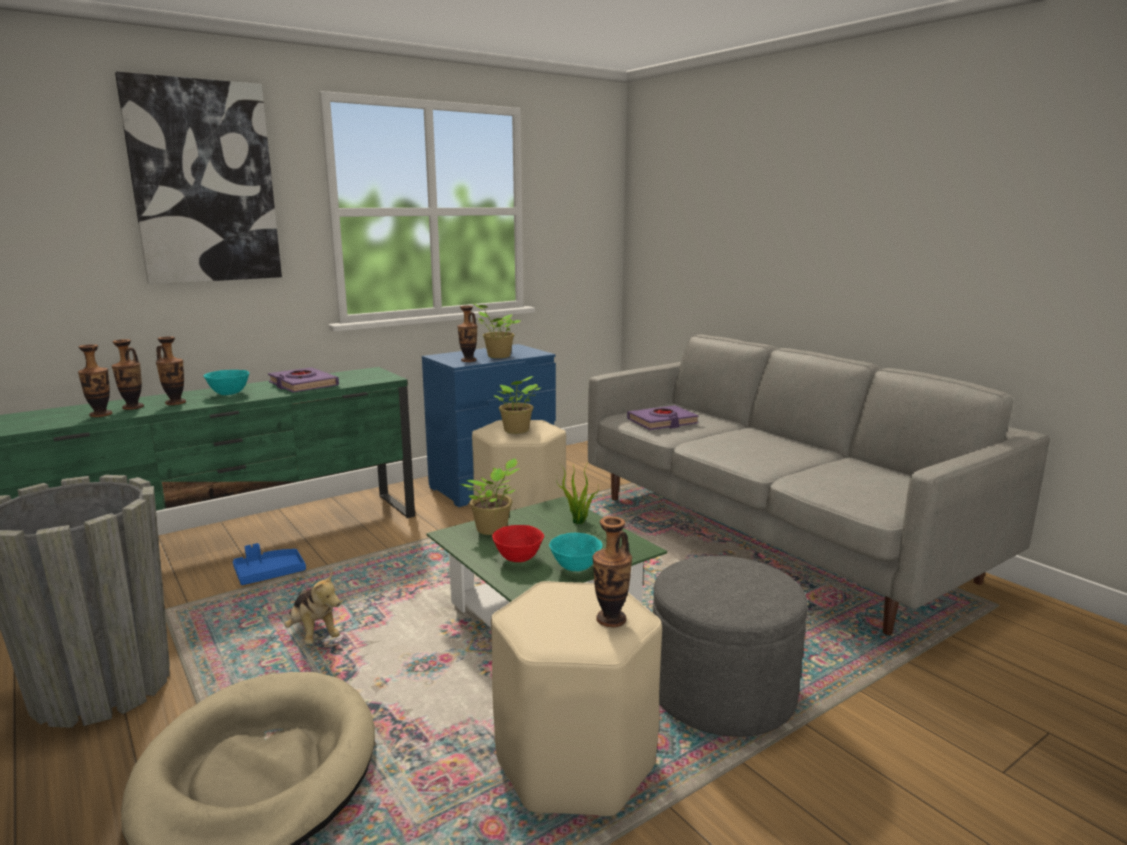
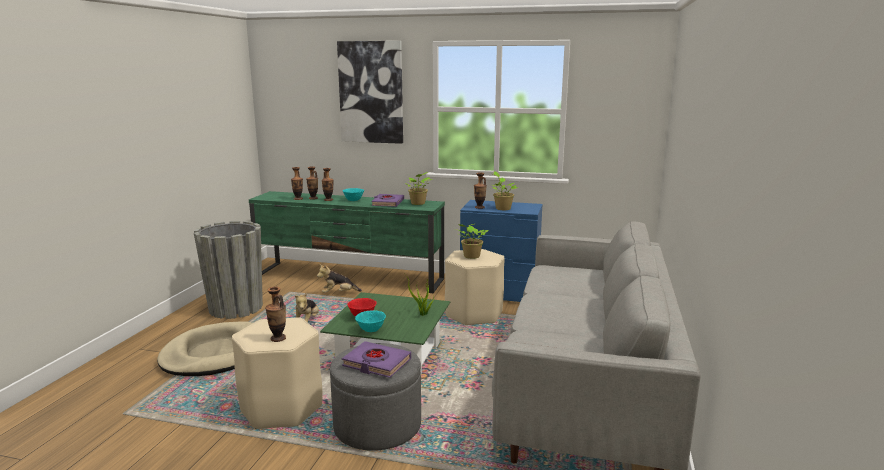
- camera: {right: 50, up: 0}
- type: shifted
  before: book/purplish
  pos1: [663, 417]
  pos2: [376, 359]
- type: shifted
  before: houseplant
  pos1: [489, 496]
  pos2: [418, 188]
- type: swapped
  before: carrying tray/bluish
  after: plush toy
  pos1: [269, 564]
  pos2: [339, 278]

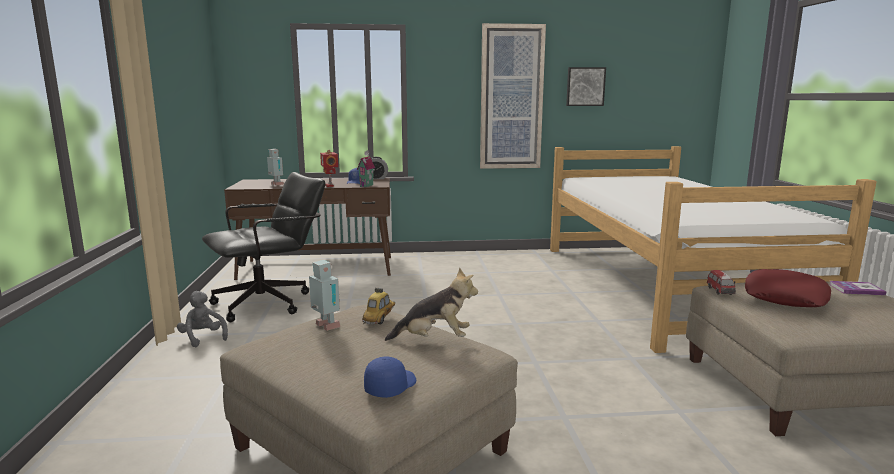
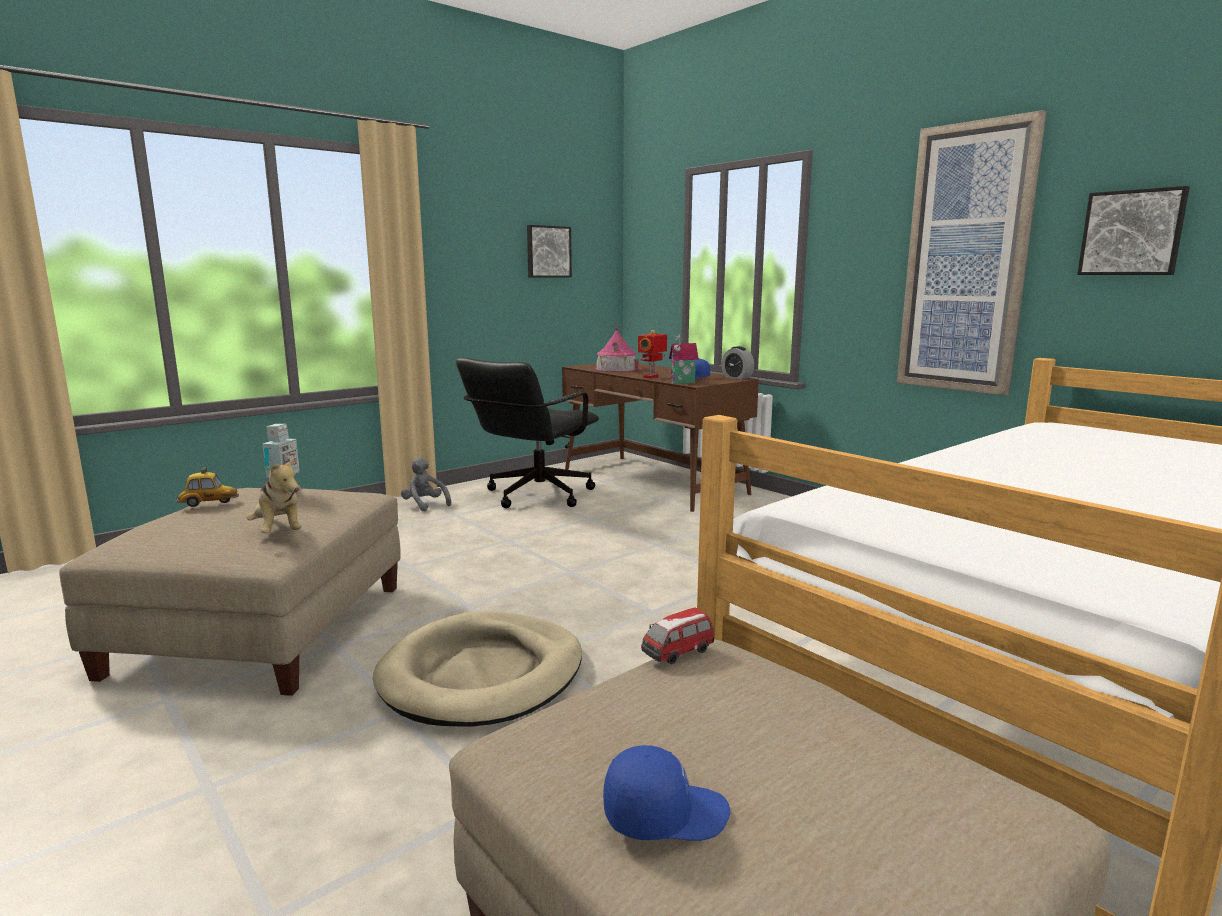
- camera: {right: 55, up: 0}
- type: swapped
  before: toy robot
  after: miniature house
  pos1: [275, 167]
  pos2: [618, 349]
- type: rotated
  before: office chair/black
  pos1: [263, 247]
  pos2: [527, 433]
  turn: 105
- type: gone
  before: pillow/red-coloured
  pos1: [788, 288]
- type: gone
  before: book
  pos1: [857, 288]
- type: shifted
  before: miniature car
  pos1: [378, 306]
  pos2: [207, 487]
- type: rotated
  before: plush toy/greyish
  pos1: [202, 319]
  pos2: [426, 484]
  turn: -60
- type: shifted
  before: baseball cap/bluish
  pos1: [390, 377]
  pos2: [666, 793]
- type: new
  after: wall art
  pos2: [549, 251]
- type: new
  after: dog bed/beige-coloured
  pos2: [477, 669]

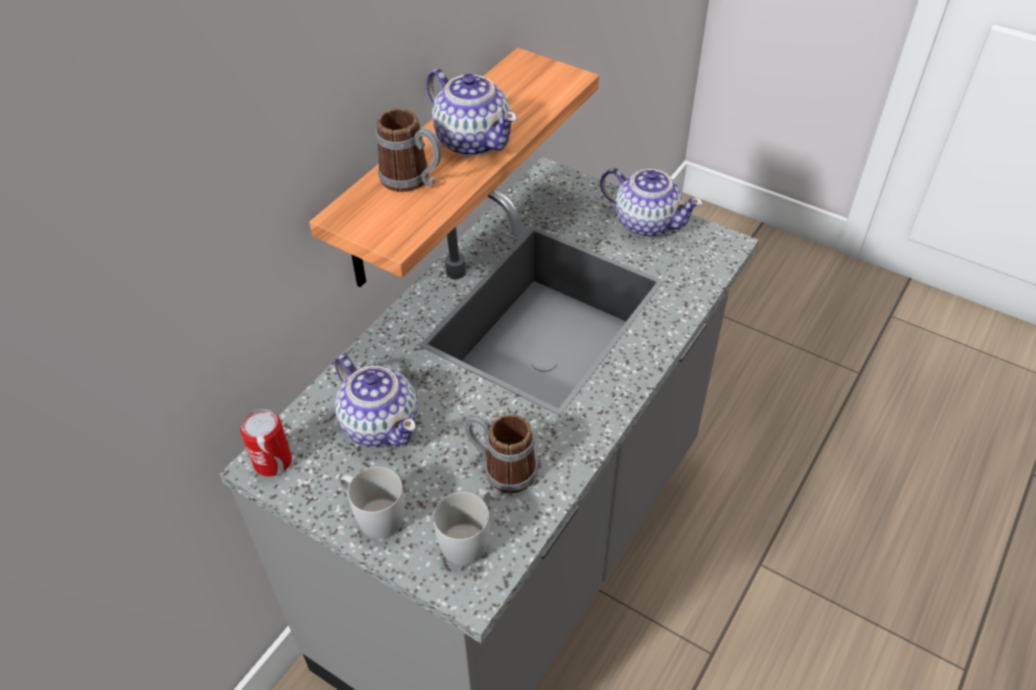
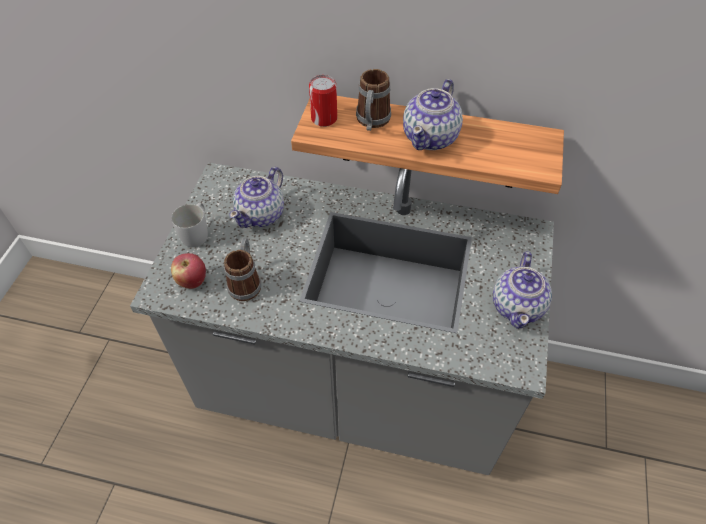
- camera: {right: 70, up: 5}
- type: shifted
  before: can
  pos1: [266, 443]
  pos2: [323, 101]
- type: swapped
  before: coffee mug/whitish
  after: apple fruit
  pos1: [461, 527]
  pos2: [188, 271]

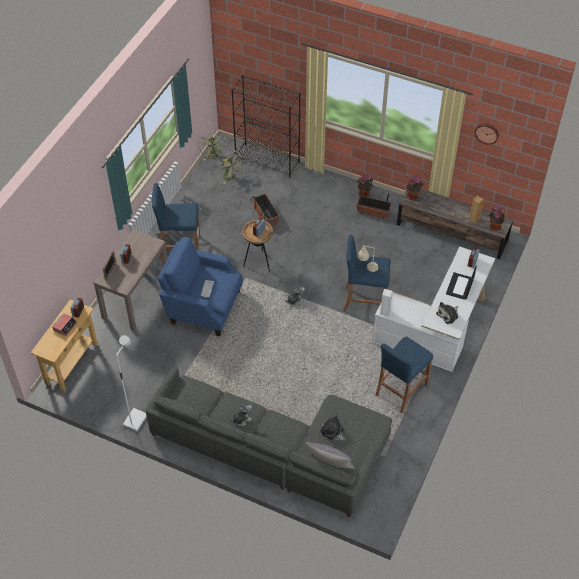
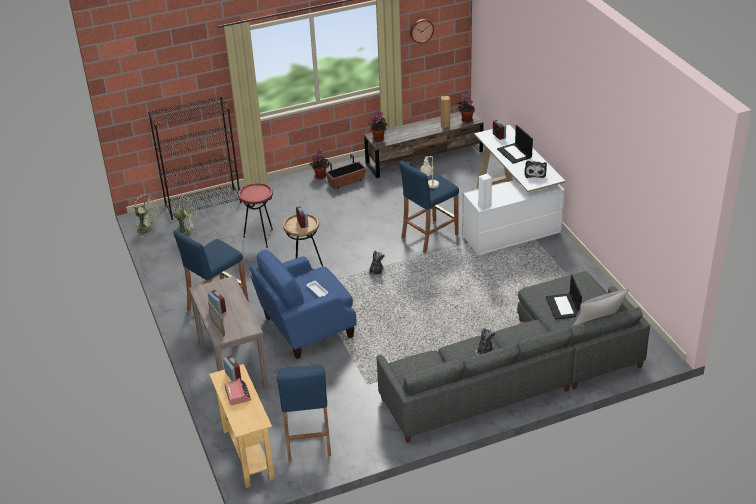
- camera: {right: -45, up: -15}
- type: swapped
  before: flower pot
  after: end table/red-coloured
  pos1: [265, 209]
  pos2: [255, 215]
- type: gone
  before: standing lamp/whitish
  pos1: [131, 383]
- type: shifted
  before: stool seat/bluish
  pos1: [404, 374]
  pos2: [304, 413]
- type: swapped
  before: plush toy
  after: laptop
  pos1: [332, 428]
  pos2: [564, 297]

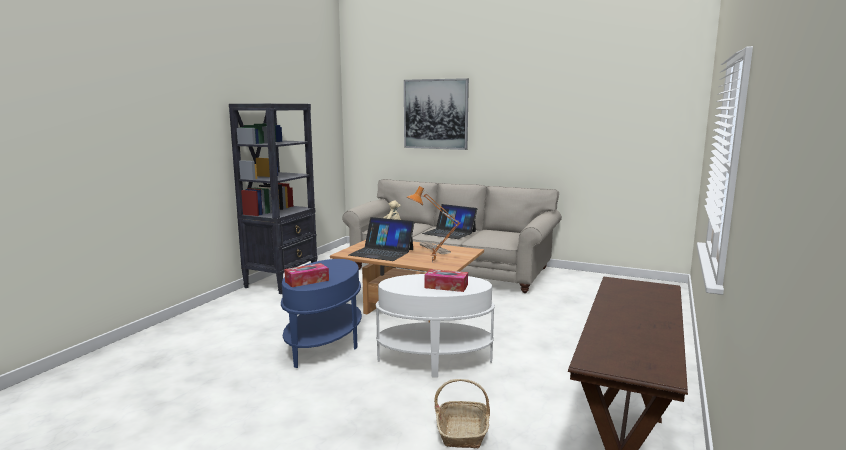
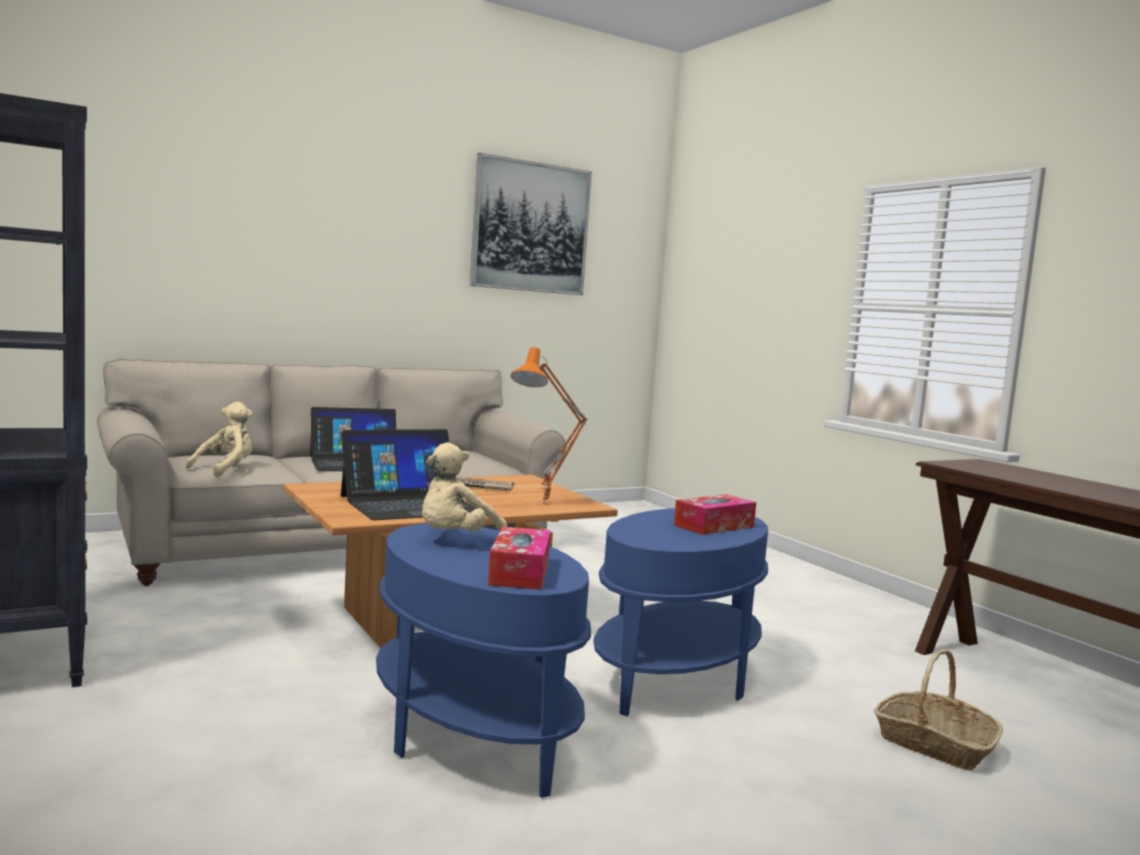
- camera: {right: -55, up: -5}
- type: shifted
  before: wall art
  pos1: [436, 114]
  pos2: [531, 224]
- type: repainted
  before: end table/whitish
  after: end table/bluish
  pos1: [435, 325]
  pos2: [681, 612]
- type: new
  after: plush toy/beige-coloured
  pos2: [464, 487]

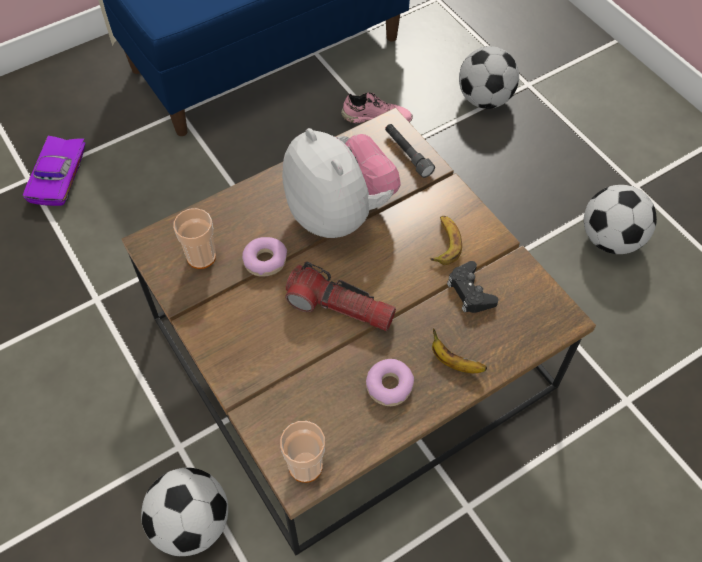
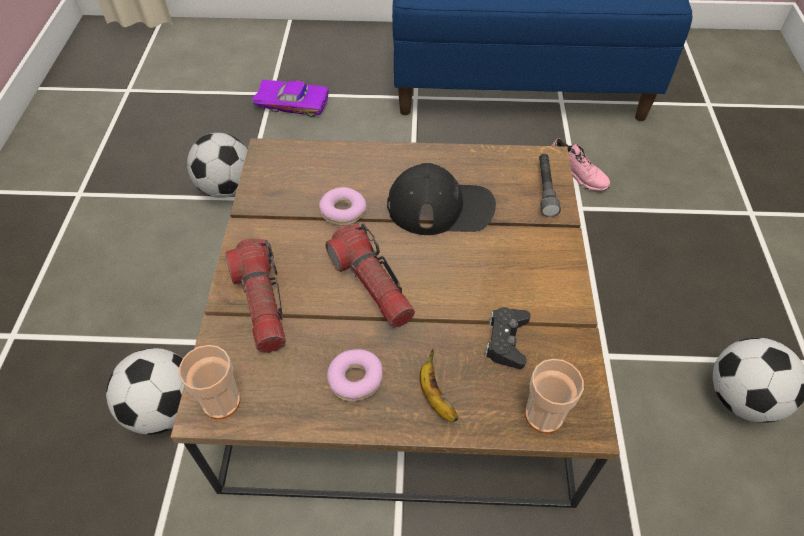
- camera: {right: 35, up: -5}
- type: shifted
  before: football ball
  pos1: [489, 77]
  pos2: [217, 165]
- type: swapped
  before: plush toy
  after: baseball cap/black
  pos1: [341, 183]
  pos2: [441, 199]
- type: rotated
  before: miniature car/purplish
  pos1: [54, 171]
  pos2: [290, 98]
  turn: -120
- type: shifted
  before: drinking cup
  pos1: [194, 238]
  pos2: [554, 396]
- type: gone
  before: whole banana
  pos1: [446, 240]
- type: new
  after: torch
  pos2: [255, 295]

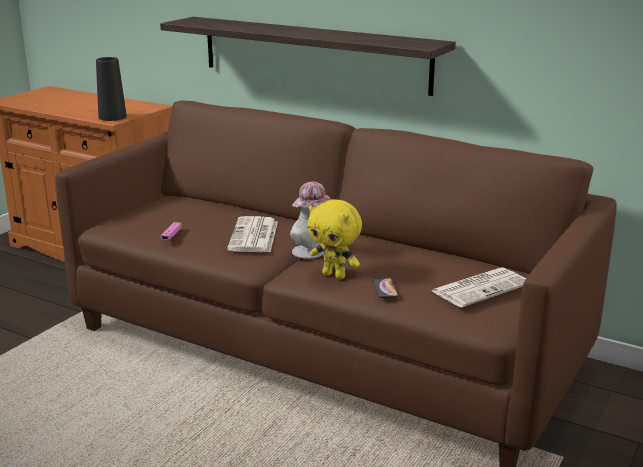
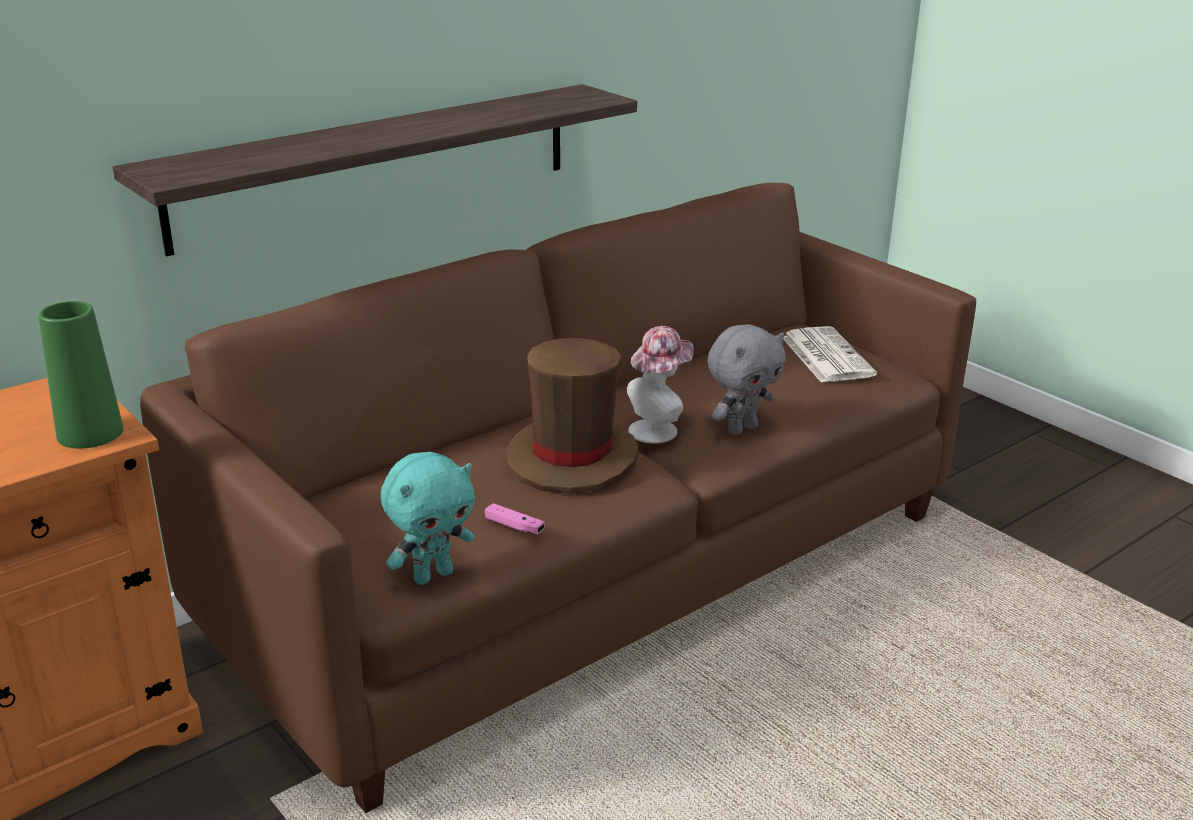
- camera: {right: -70, up: 5}
- type: repainted
  before: decorative vase/black
  after: decorative vase/greenish
  pos1: [111, 89]
  pos2: [81, 375]
- type: repainted
  before: plush toy/yellow-coloured
  after: plush toy/greyish
  pos1: [334, 239]
  pos2: [747, 379]
- type: swapped
  before: printed paper
  after: clothing hat/brownish
  pos1: [252, 234]
  pos2: [572, 416]
- type: gone
  before: telephone
  pos1: [386, 288]
- type: new
  after: plush toy/turquoise
  pos2: [428, 518]

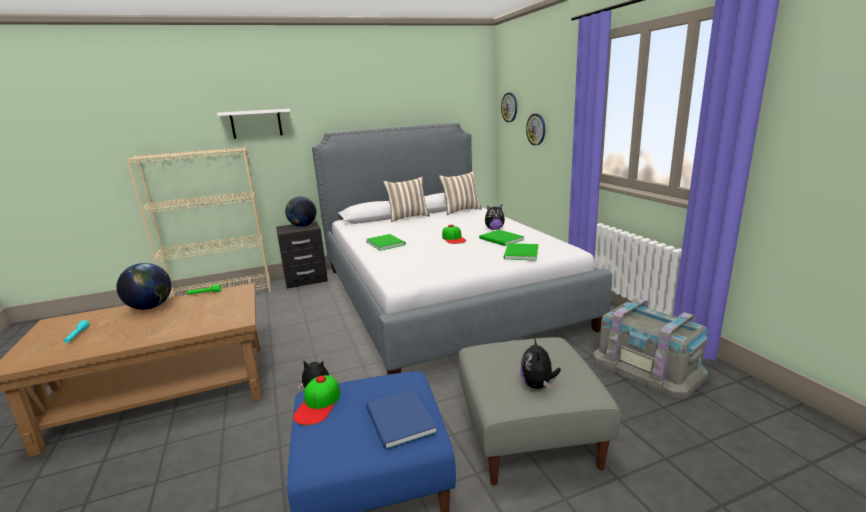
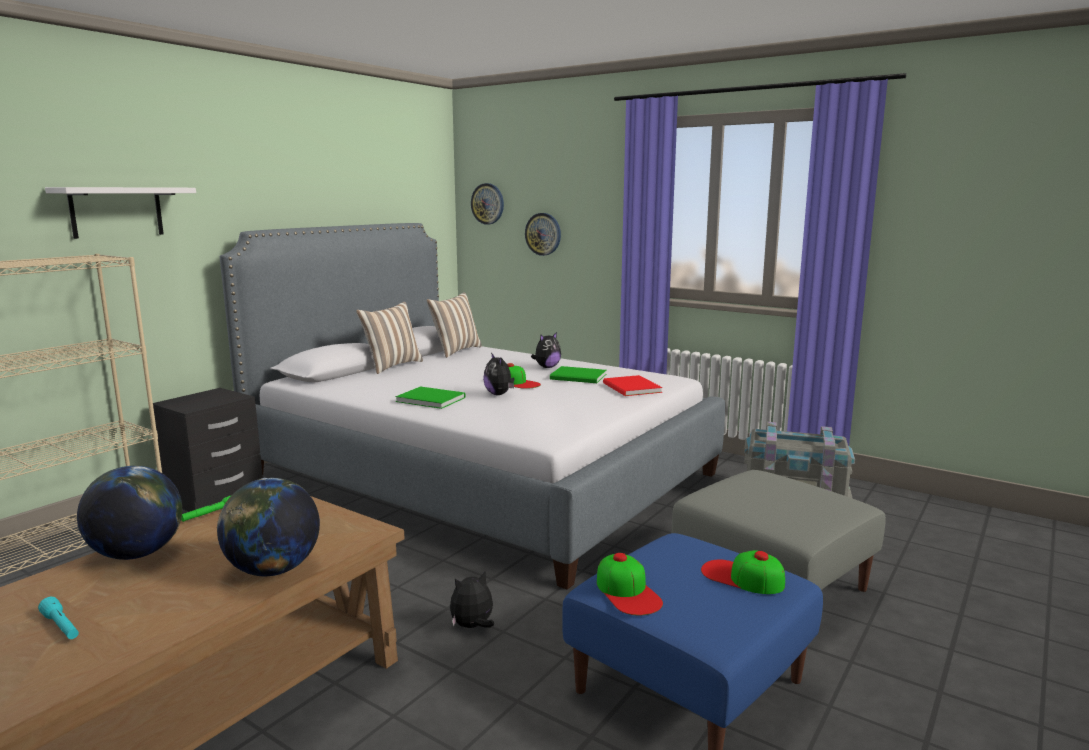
- camera: {right: -35, up: -5}
- type: shifted
  before: world globe
  pos1: [300, 211]
  pos2: [268, 527]
- type: repainted
  before: book/greenish
  after: book/red-coloured
  pos1: [521, 252]
  pos2: [632, 385]
- type: shifted
  before: plush toy
  pos1: [540, 363]
  pos2: [498, 374]
- type: swapped
  before: book/bluish
  after: baseball cap
  pos1: [401, 419]
  pos2: [743, 572]

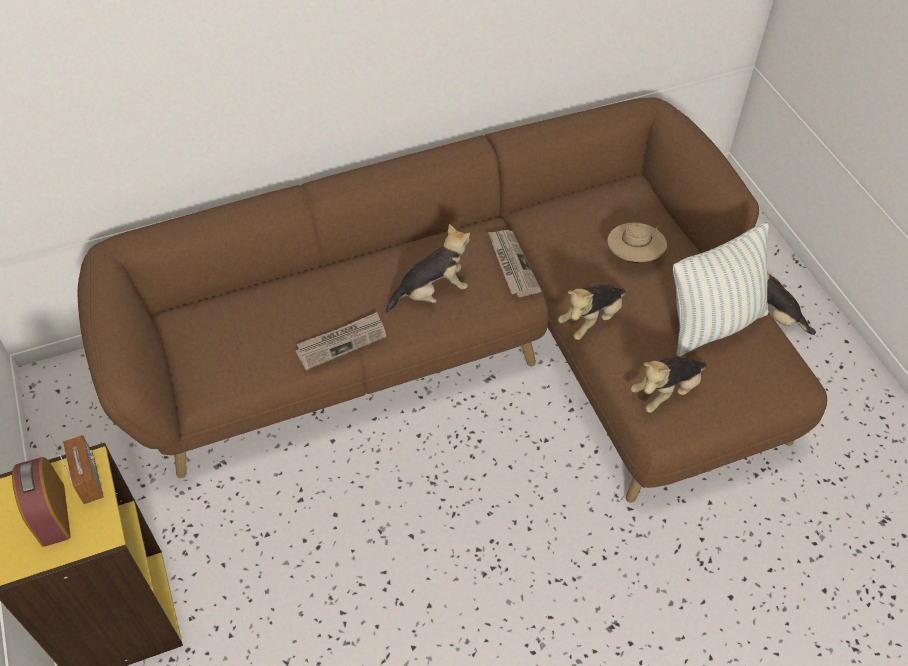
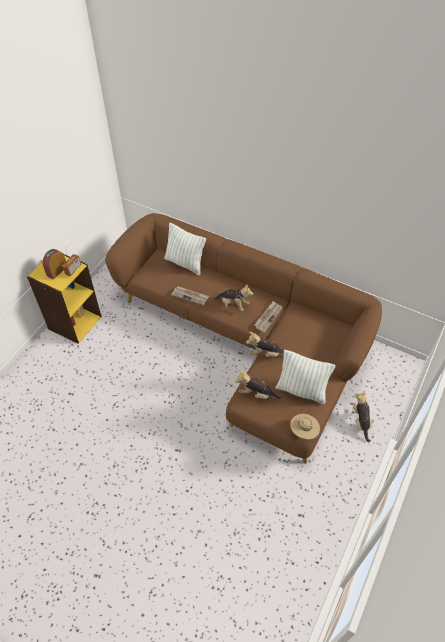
- camera: {right: 50, up: 0}
- type: shifted
  before: clothing hat/beige-coloured
  pos1: [637, 243]
  pos2: [305, 427]
- type: new
  after: pillow
  pos2: [185, 249]

